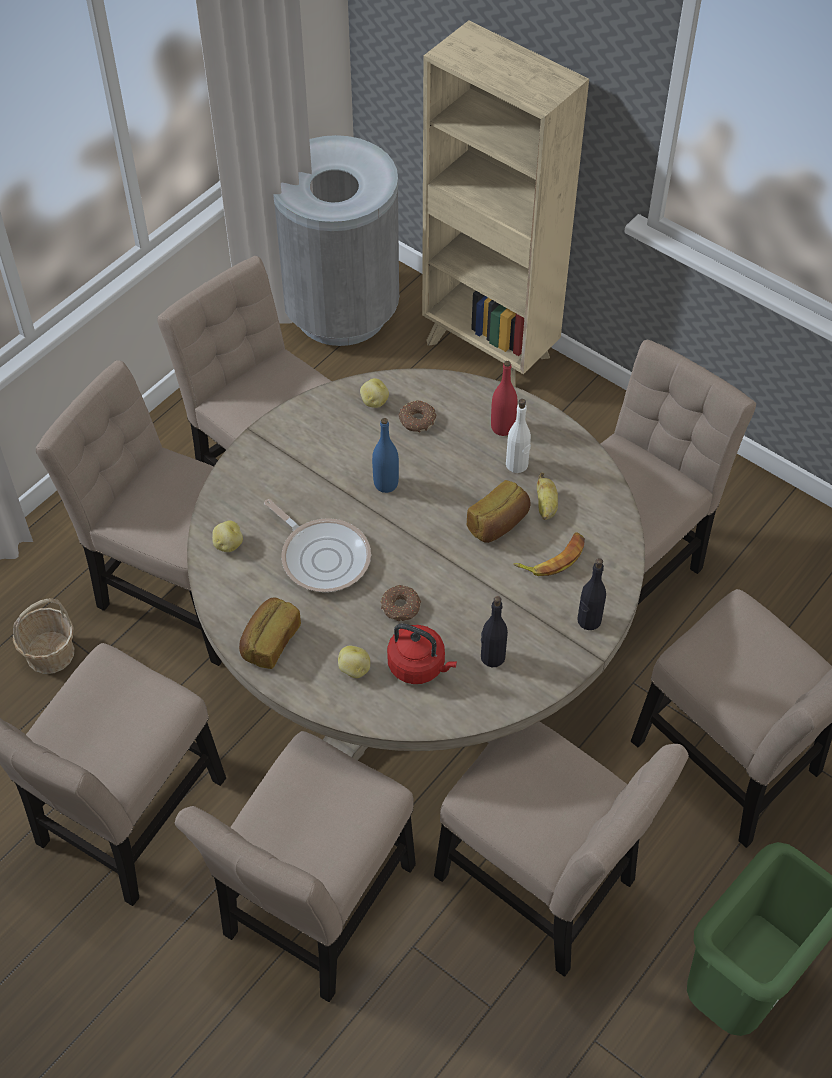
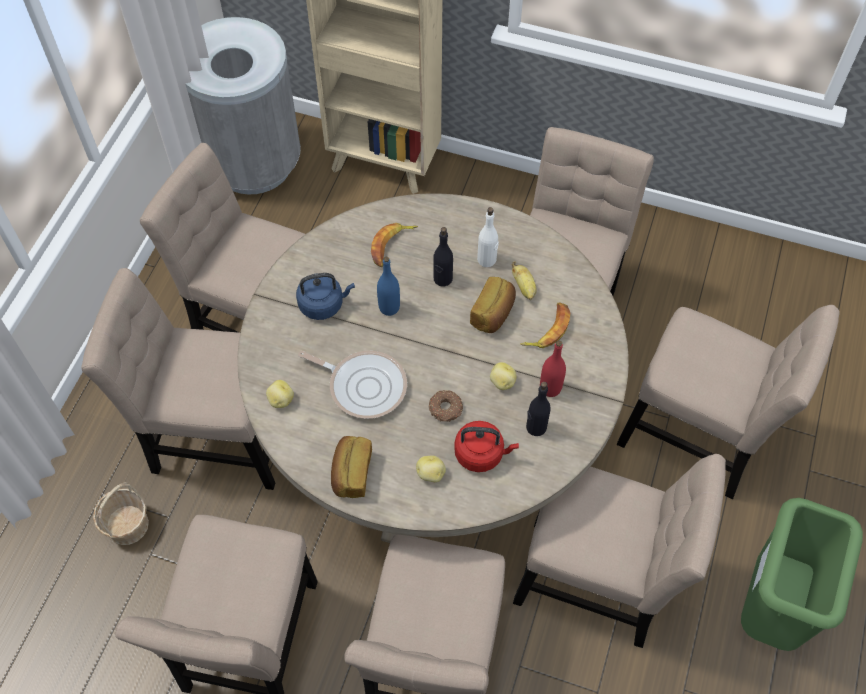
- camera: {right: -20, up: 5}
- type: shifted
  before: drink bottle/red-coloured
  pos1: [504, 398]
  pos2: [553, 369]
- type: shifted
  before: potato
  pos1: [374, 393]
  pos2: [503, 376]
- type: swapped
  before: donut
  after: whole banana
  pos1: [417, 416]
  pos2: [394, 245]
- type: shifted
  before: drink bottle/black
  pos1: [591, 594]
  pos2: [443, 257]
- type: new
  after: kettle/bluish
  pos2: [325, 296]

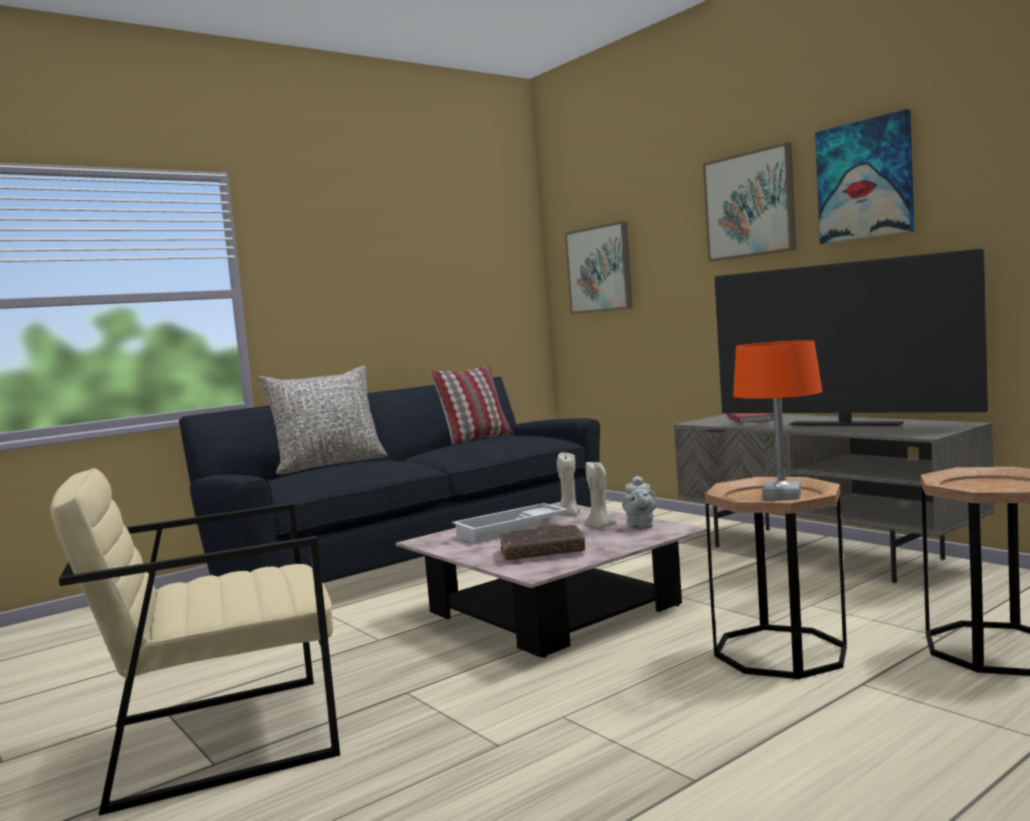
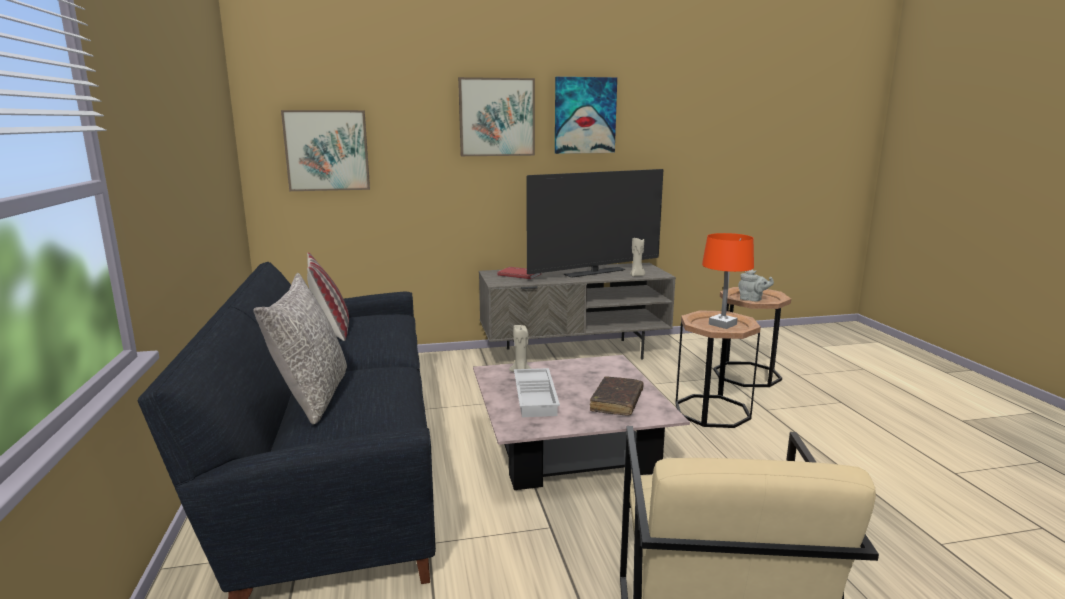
- camera: {right: -65, up: 10}
- type: shifted
  before: wax candle/beige-coloured
  pos1: [599, 495]
  pos2: [637, 256]
- type: shifted
  before: tea pot/greyish
  pos1: [639, 502]
  pos2: [756, 286]

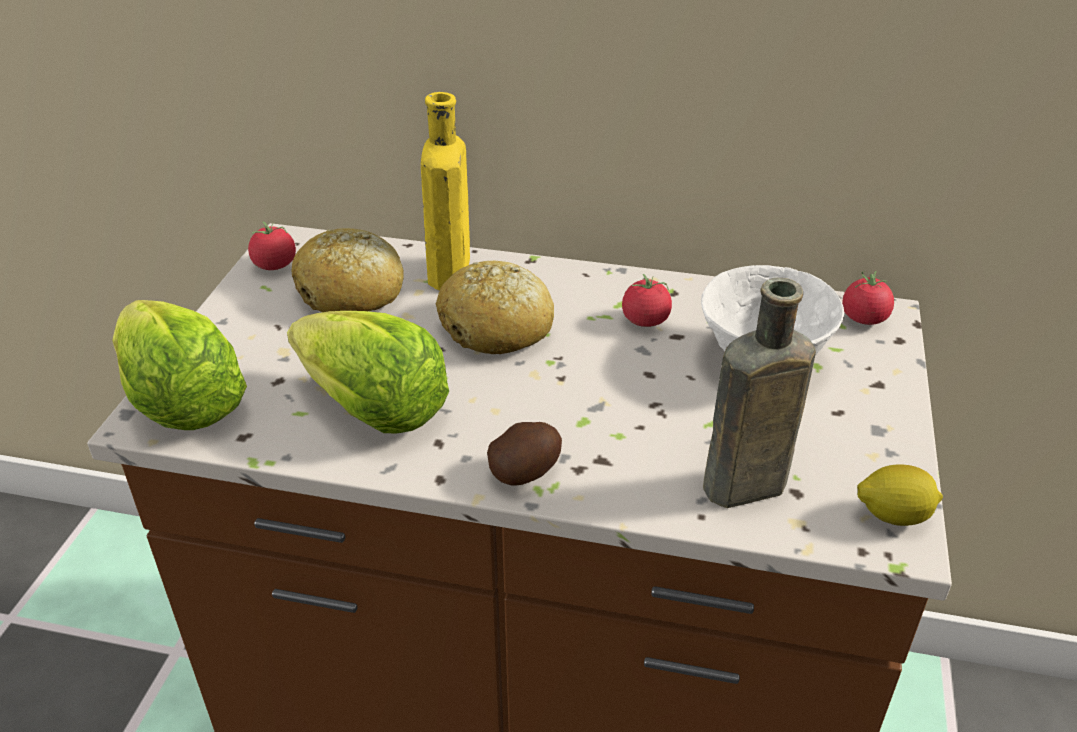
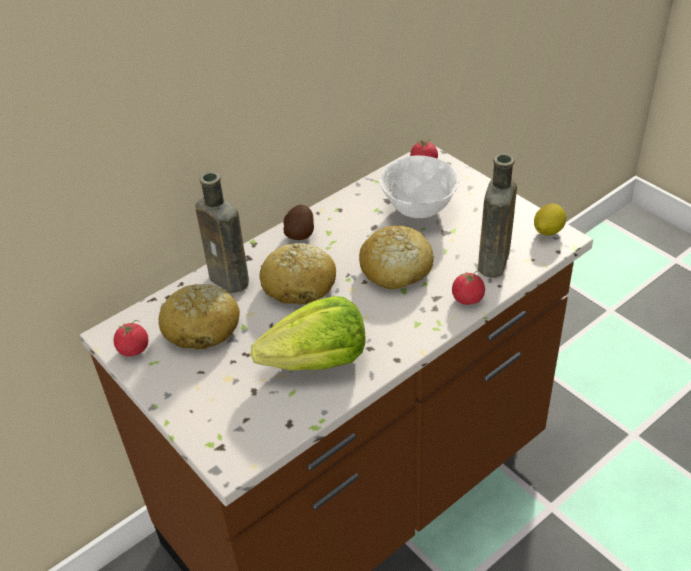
- camera: {right: -50, up: 5}
- type: repainted
  before: drink bottle/yellow-coloured
  after: drink bottle/brownish
  pos1: [445, 191]
  pos2: [222, 232]
- type: shifted
  before: tomato
  pos1: [647, 300]
  pos2: [468, 288]
- type: gone
  before: lettuce head
  pos1: [179, 365]
- type: shifted
  before: potato
  pos1: [524, 454]
  pos2: [298, 222]
- type: new
  after: bakery bread
  pos2: [396, 257]

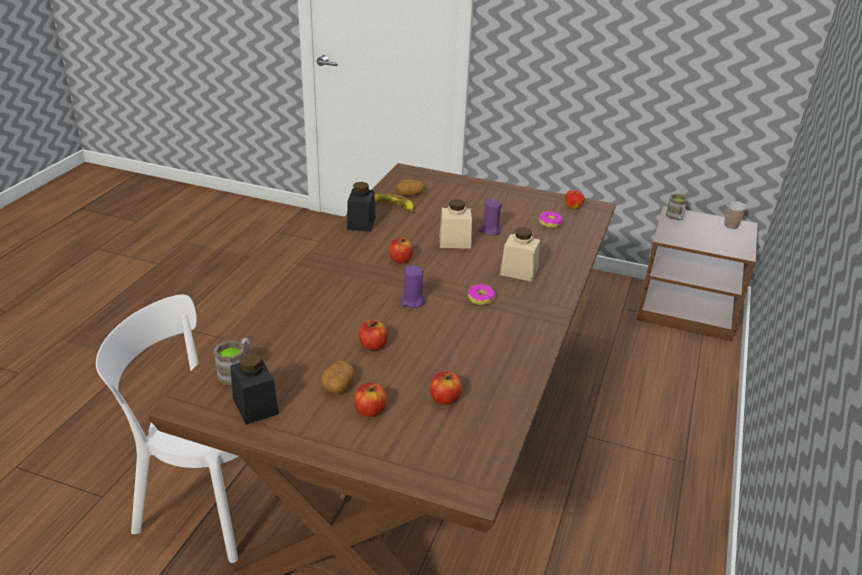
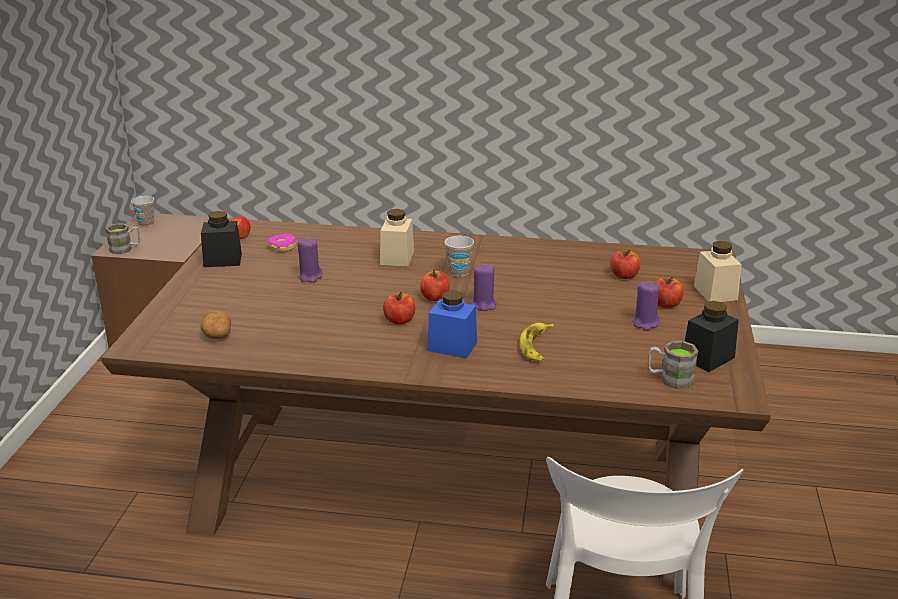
- camera: {right: -100, up: -5}
- type: shifted
  before: jar/black
  pos1: [361, 207]
  pos2: [221, 239]
- type: shifted
  before: whole banana
  pos1: [394, 203]
  pos2: [537, 342]
- type: shifted
  before: jar/beige-coloured
  pos1: [455, 224]
  pos2: [718, 271]
- type: swapped
  before: donut
  after: drinking cup
  pos1: [481, 294]
  pos2: [459, 256]
- type: shifted
  before: apple fruit
  pos1: [373, 335]
  pos2: [435, 285]
- type: swapped
  before: potato
  after: wax candle/purplish
  pos1: [338, 377]
  pos2: [646, 306]
- type: new
  after: jar/bluish
  pos2: [452, 324]

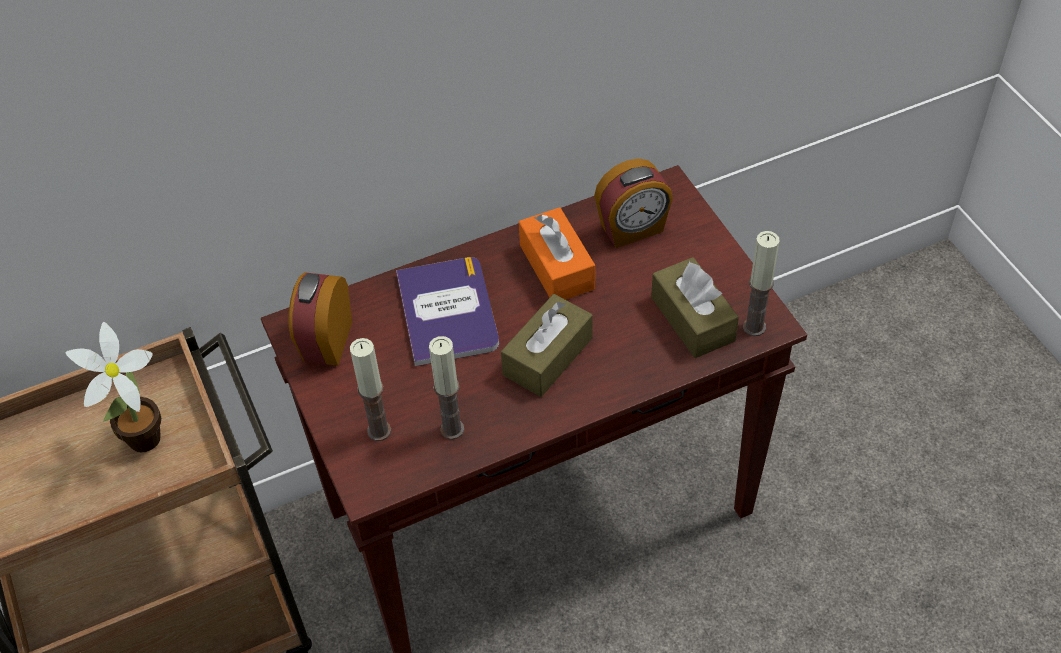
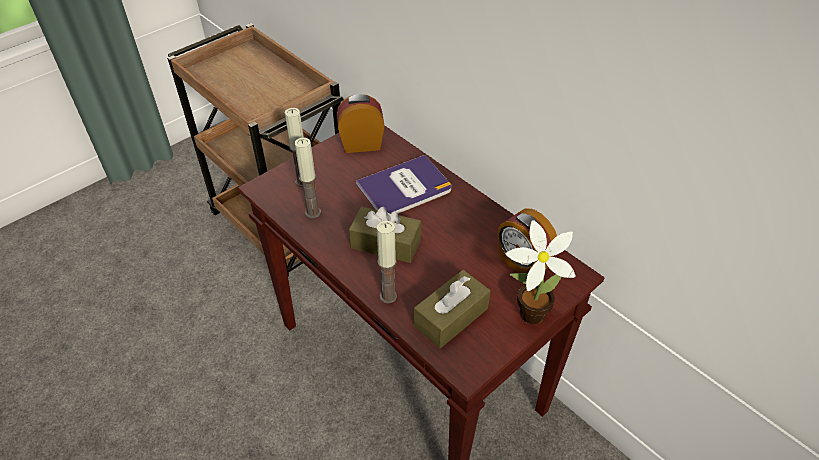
- camera: {right: 70, up: -5}
- type: gone
  before: tissue box/orangey
  pos1: [557, 253]
- type: shifted
  before: wax candle
  pos1: [761, 283]
  pos2: [387, 262]
- type: shifted
  before: houseplant
  pos1: [113, 387]
  pos2: [541, 272]

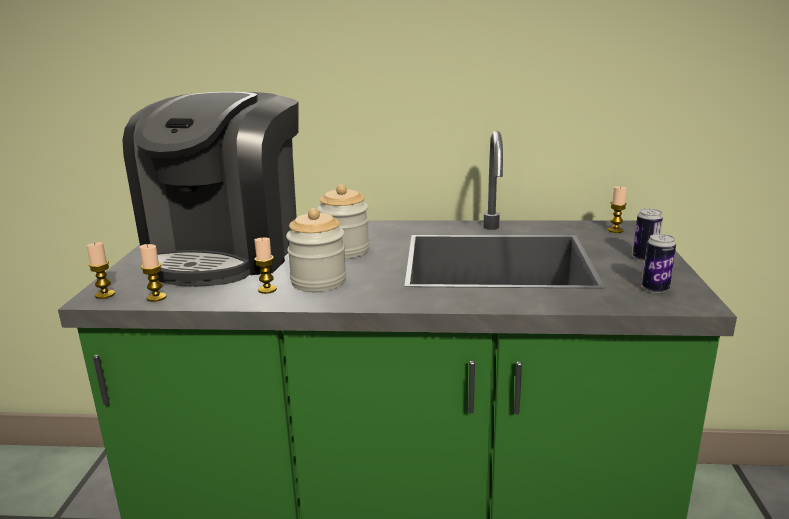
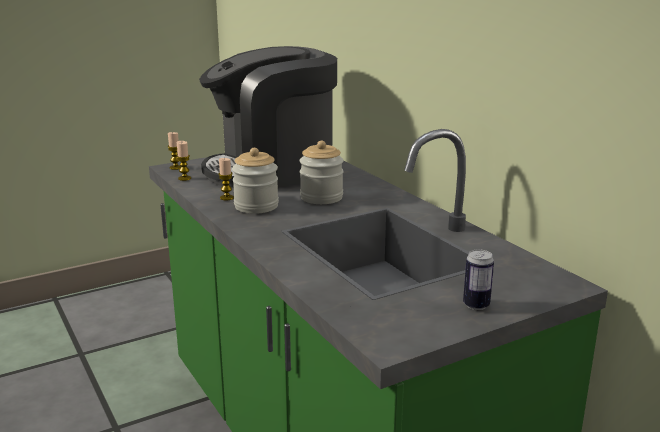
- camera: {right: 55, up: 0}
- type: gone
  before: wax candle
  pos1: [617, 209]
- type: gone
  before: can
  pos1: [659, 263]

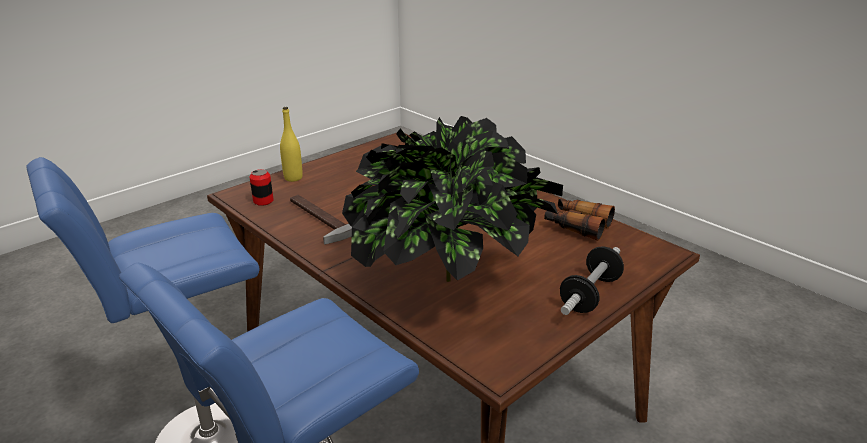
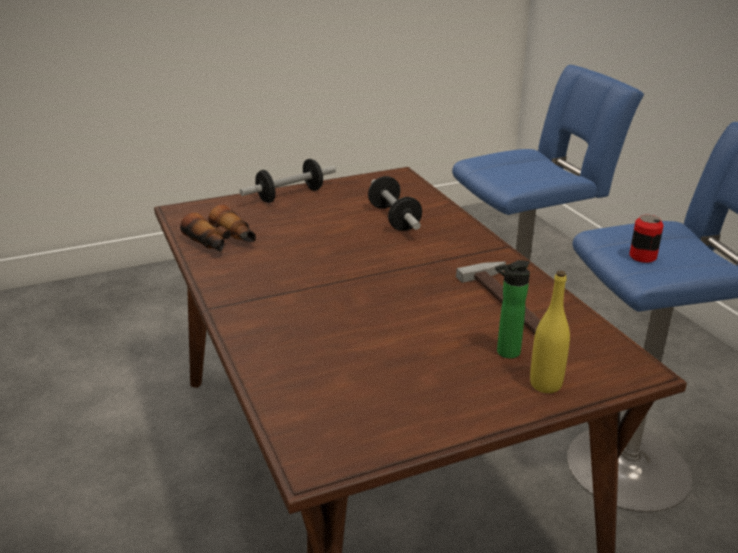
- camera: {right: -160, up: 0}
- type: swapped
  before: houseplant
  after: free weight
  pos1: [452, 199]
  pos2: [395, 203]
- type: shifted
  before: can
  pos1: [261, 187]
  pos2: [646, 239]
- type: new
  after: drink bottle
  pos2: [512, 309]

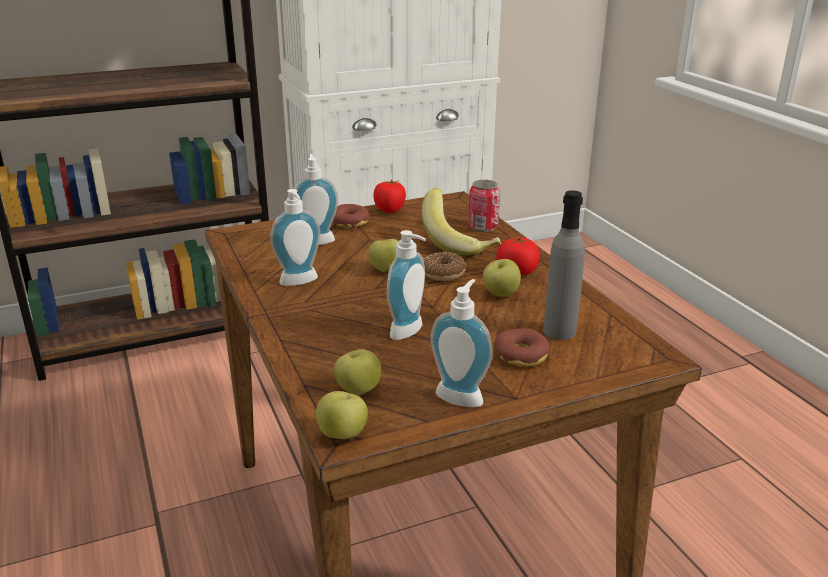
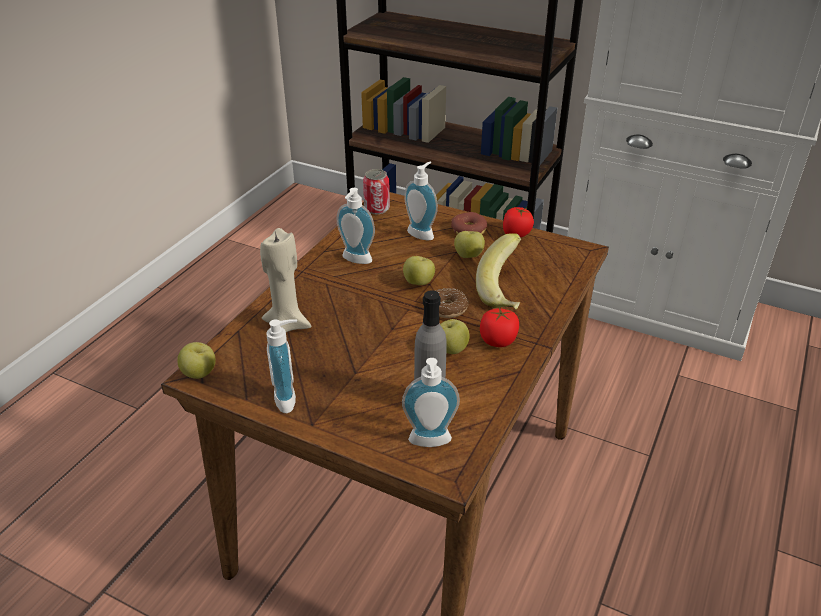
- camera: {right: 50, up: 10}
- type: shifted
  before: can
  pos1: [484, 206]
  pos2: [376, 191]
- type: shifted
  before: liquid soap bottle
  pos1: [406, 285]
  pos2: [431, 402]
- type: gone
  before: donut
  pos1: [522, 347]
- type: shifted
  before: apple fruit
  pos1: [357, 372]
  pos2: [469, 244]
- type: new
  after: wax candle/beige-coloured
  pos2: [285, 280]

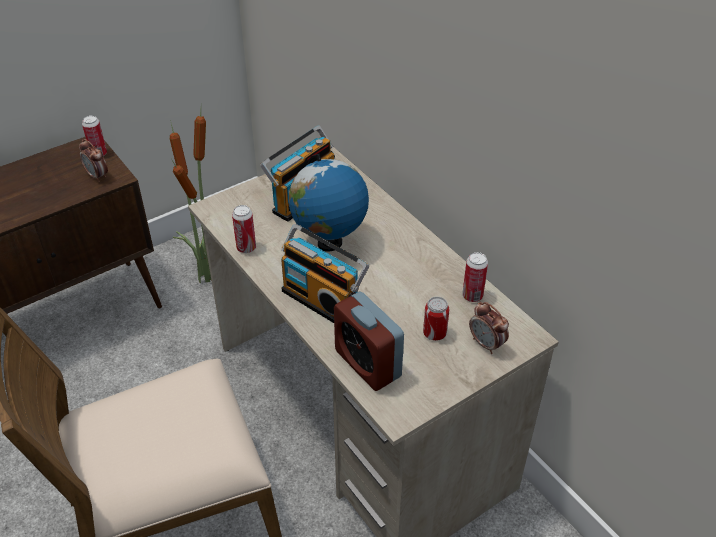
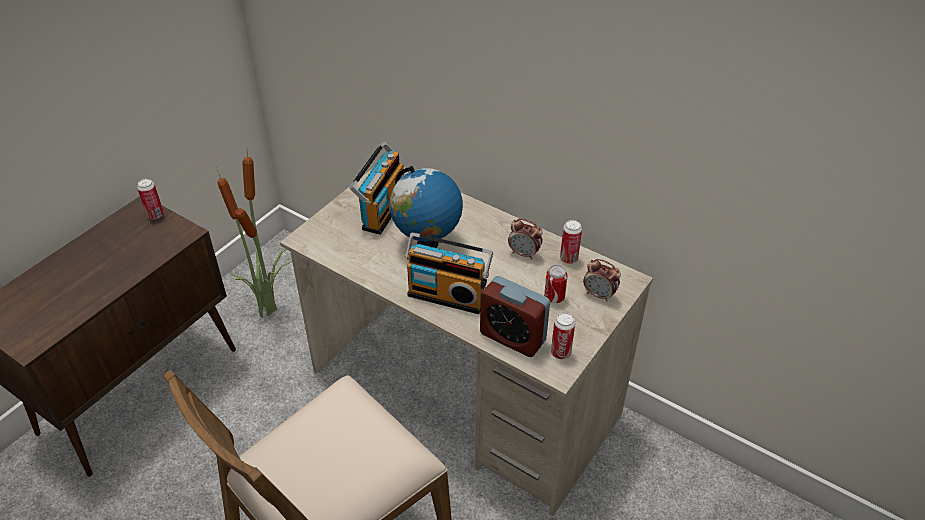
- camera: {right: -20, up: 0}
- type: shifted
  before: alarm clock
  pos1: [93, 160]
  pos2: [525, 239]
- type: shifted
  before: can
  pos1: [244, 229]
  pos2: [563, 336]

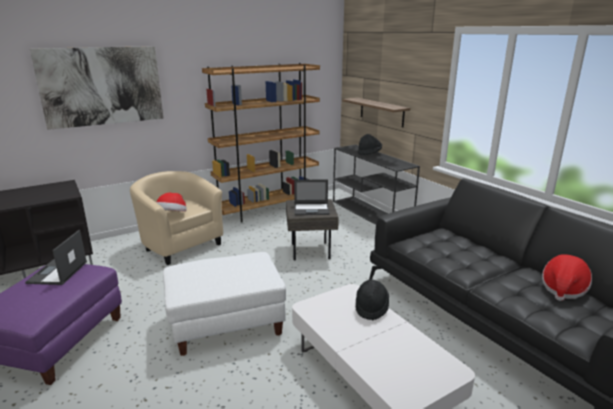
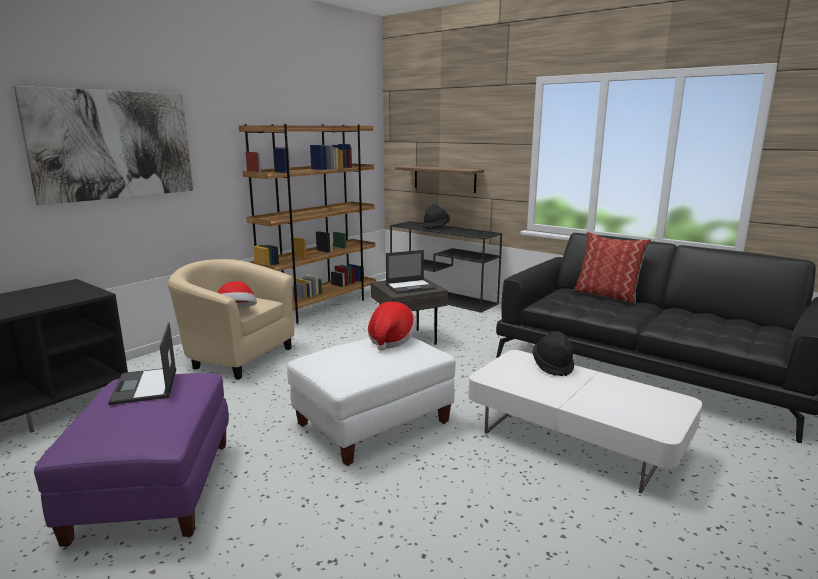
- camera: {right: -20, up: -5}
- type: shifted
  before: clothing hat
  pos1: [567, 277]
  pos2: [392, 326]
- type: new
  after: pillow
  pos2: [612, 268]

